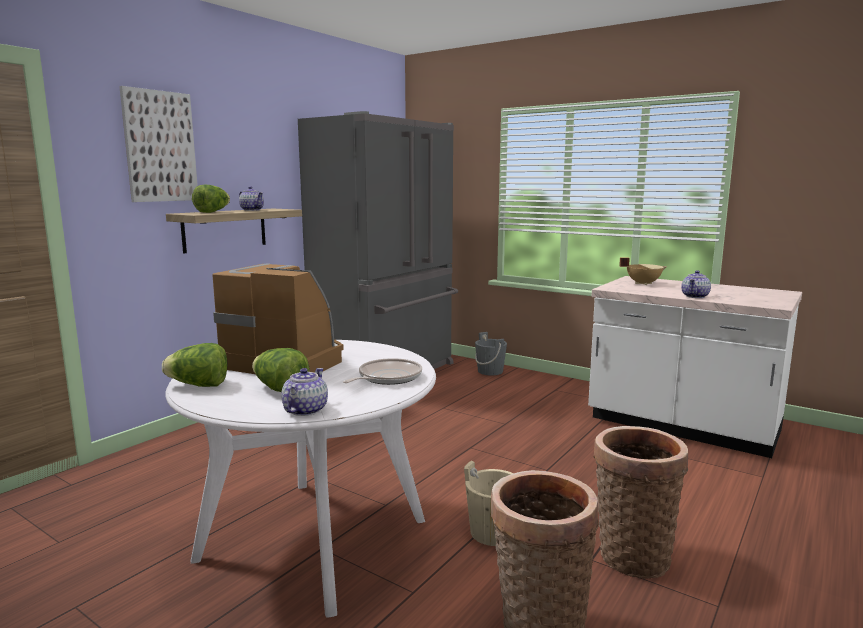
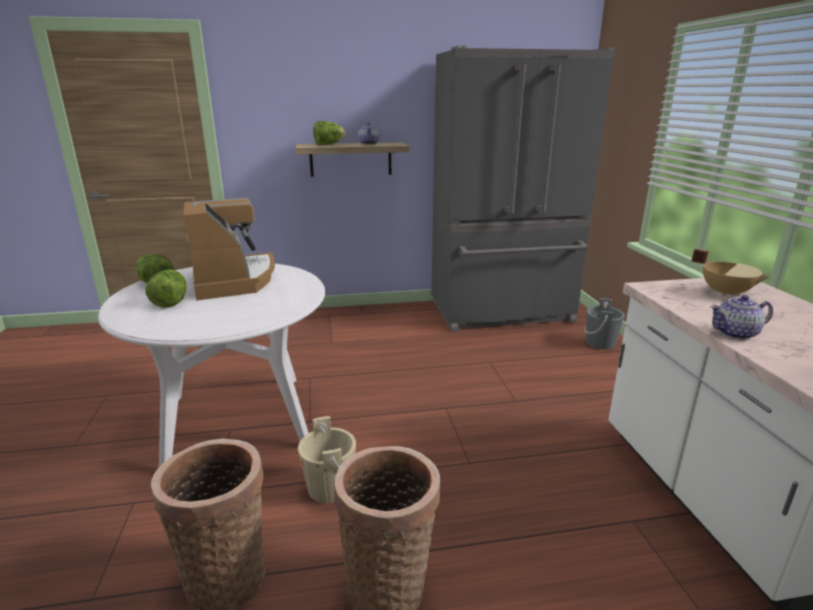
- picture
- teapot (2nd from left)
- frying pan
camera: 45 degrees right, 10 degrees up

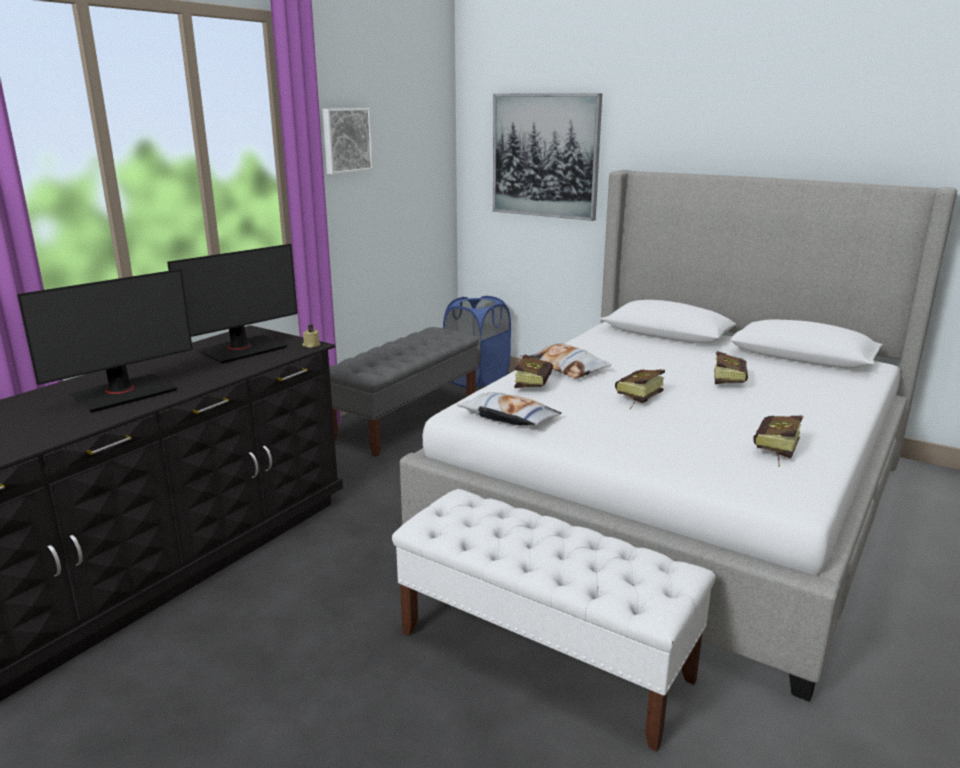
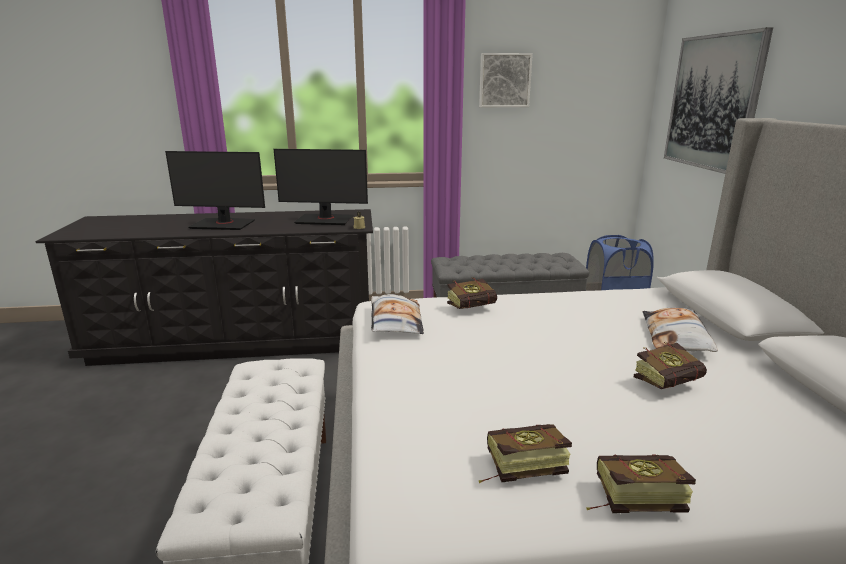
~ pillow (2nd from left)
~ book (2nd from left in the first image) to book (3rd from left)
camera: 50 degrees right, 0 degrees up

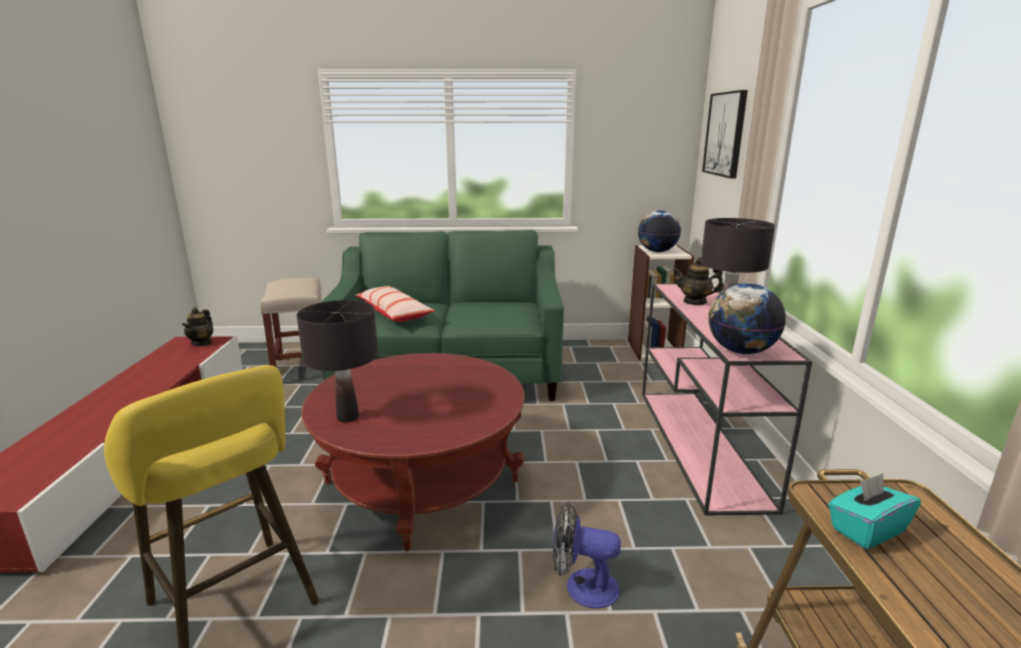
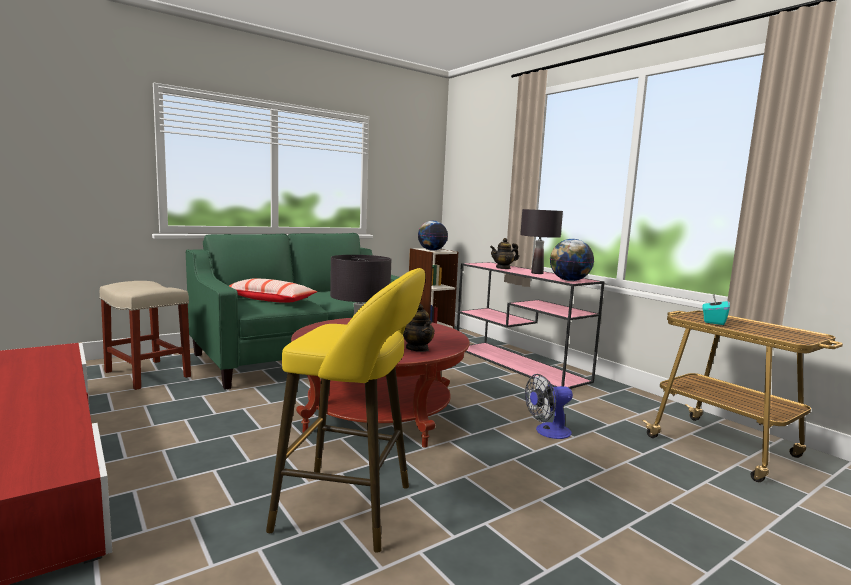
- picture
~ teapot (1st from left)
camera: 35 degrees left, 10 degrees down

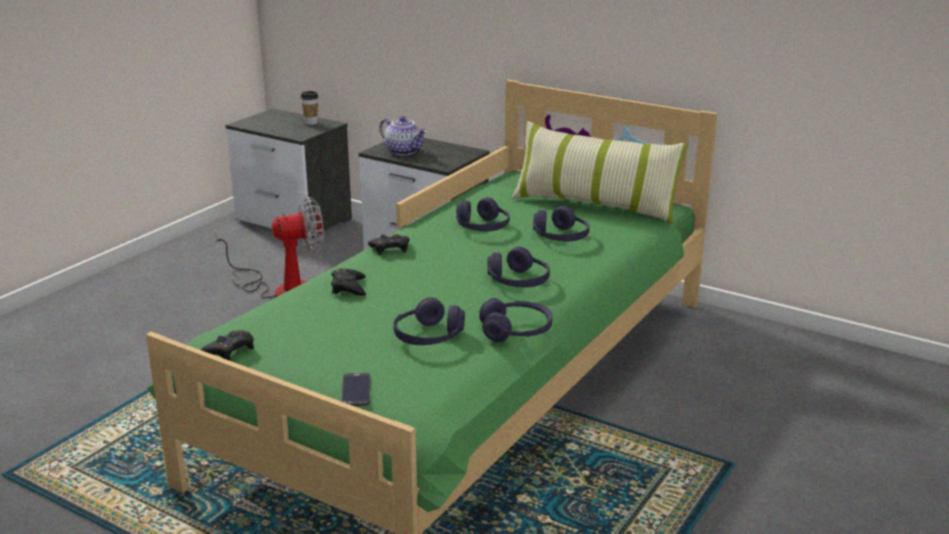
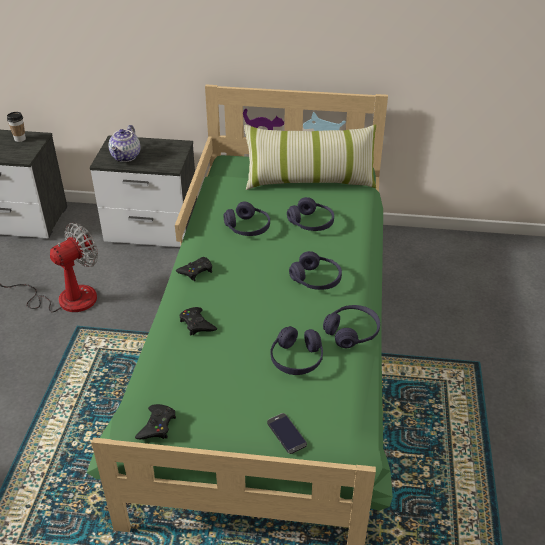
~ teapot 90 degrees clockwise
camera: 25 degrees left, 15 degrees up

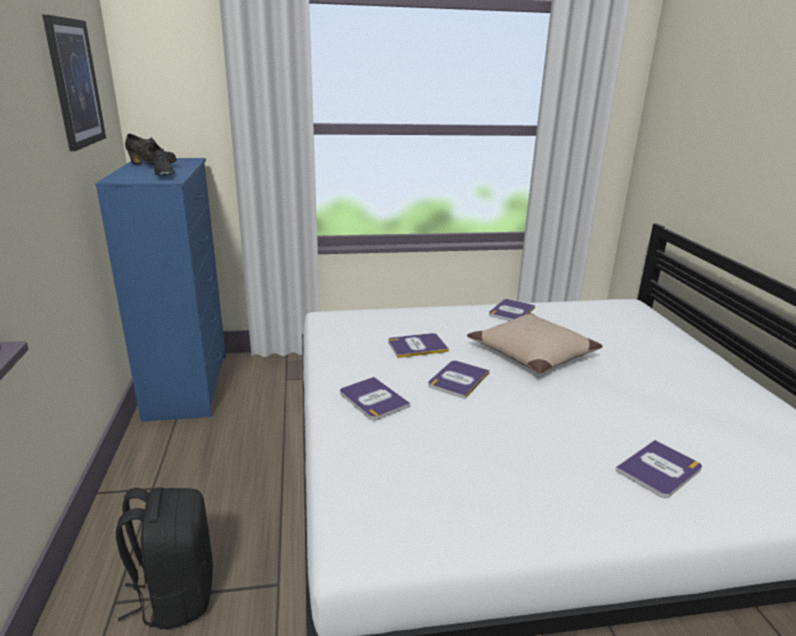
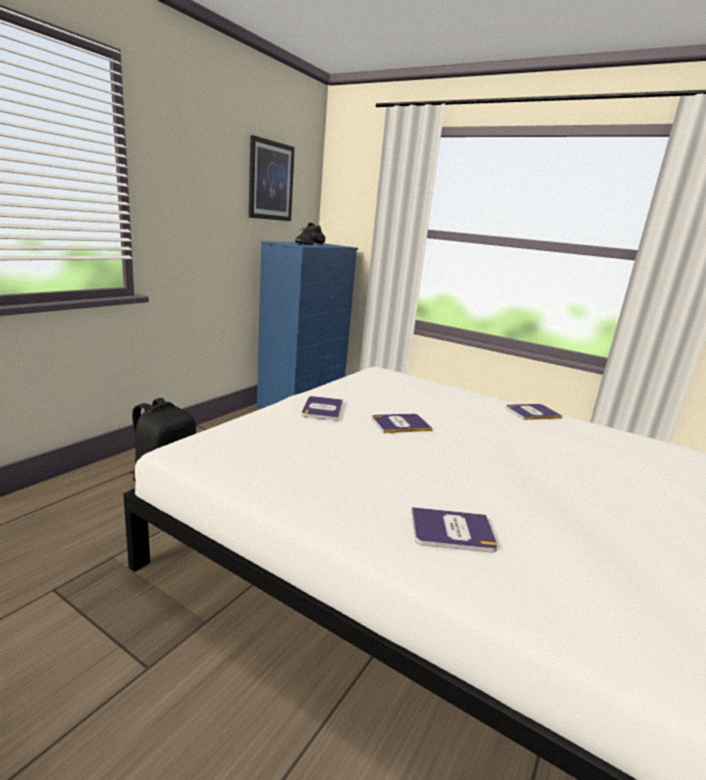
- book (2nd from left)
- beige pillow
camera: 40 degrees right, 5 degrees down

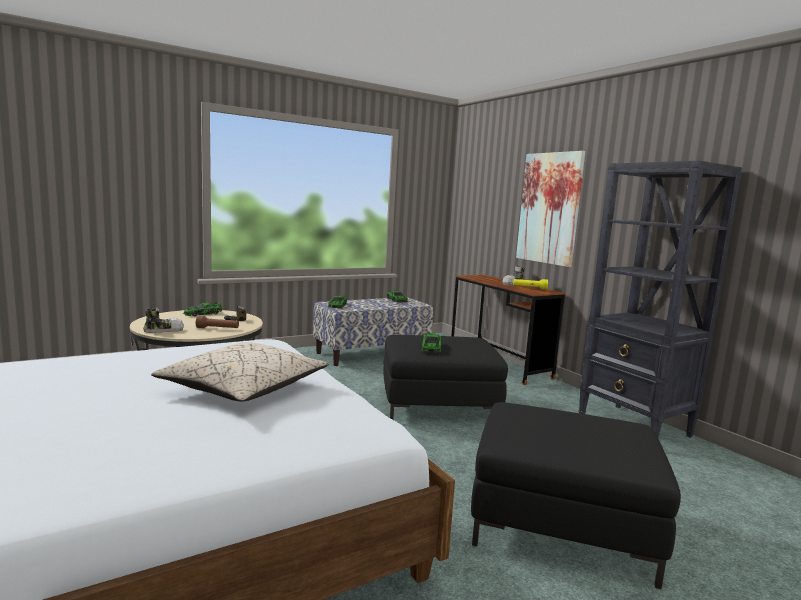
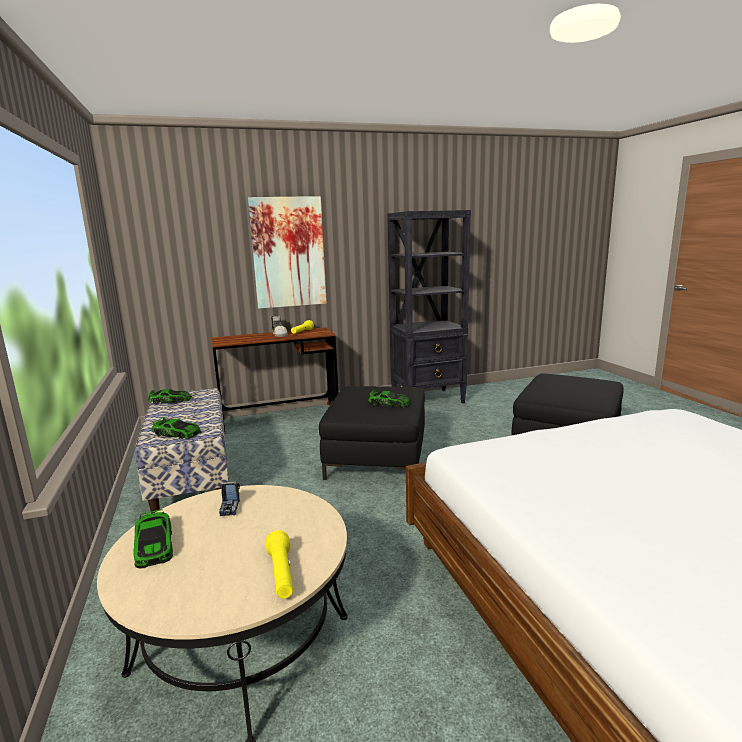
- beige pillow
- brown flashlight
~ shoe (1st from left) to yellow flashlight (1st from left)
camera: 75 degrees left, 5 degrees up

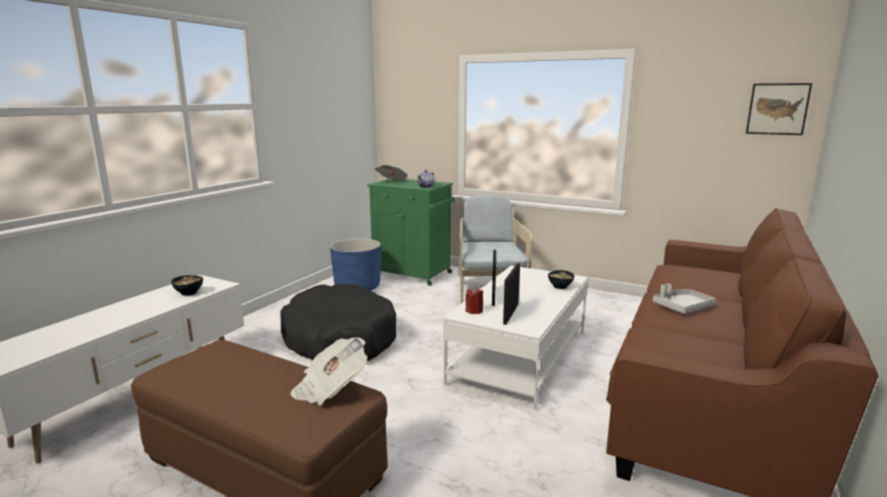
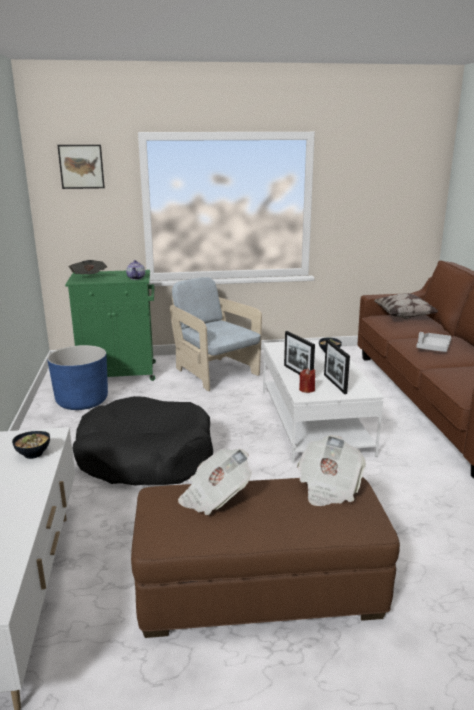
+ newspaper (2nd from left)
+ pillow
~ picture
camera: 35 degrees left, 5 degrees up

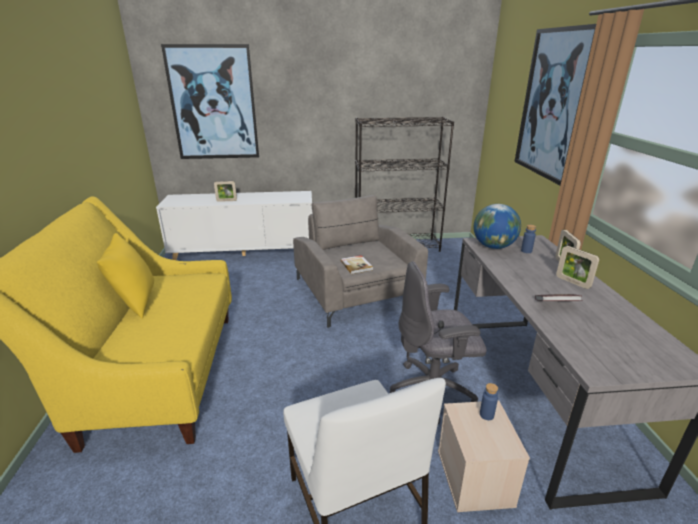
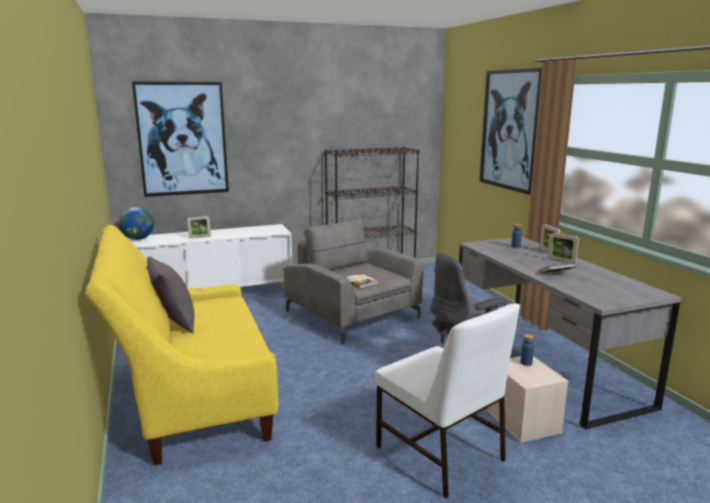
~ globe
~ yellow pillow to grey pillow
camera: 15 degrees left, 10 degrees down

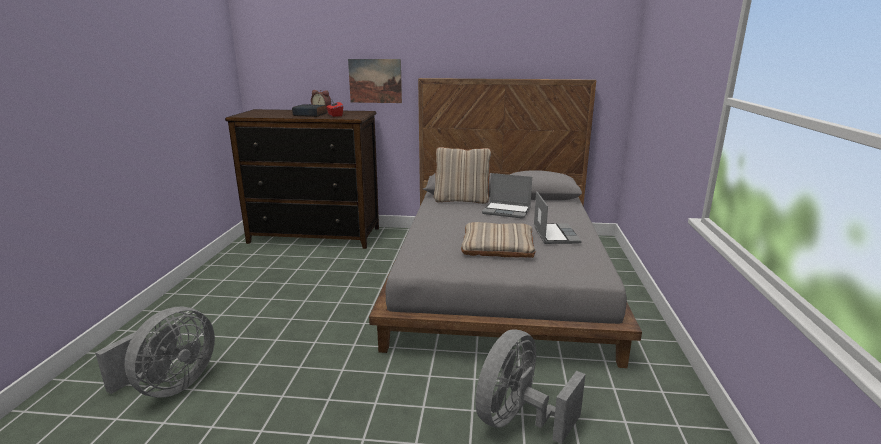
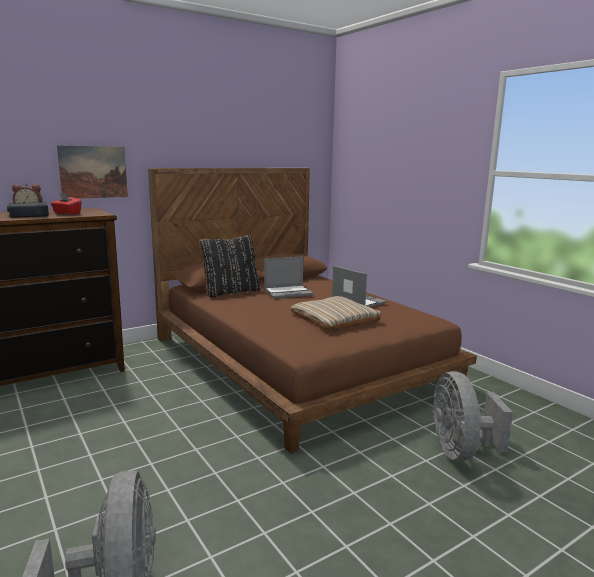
~ grey bed to brown bed
~ beige pillow (1st from left) to black pillow
camera: 40 degrees left, 5 degrees down

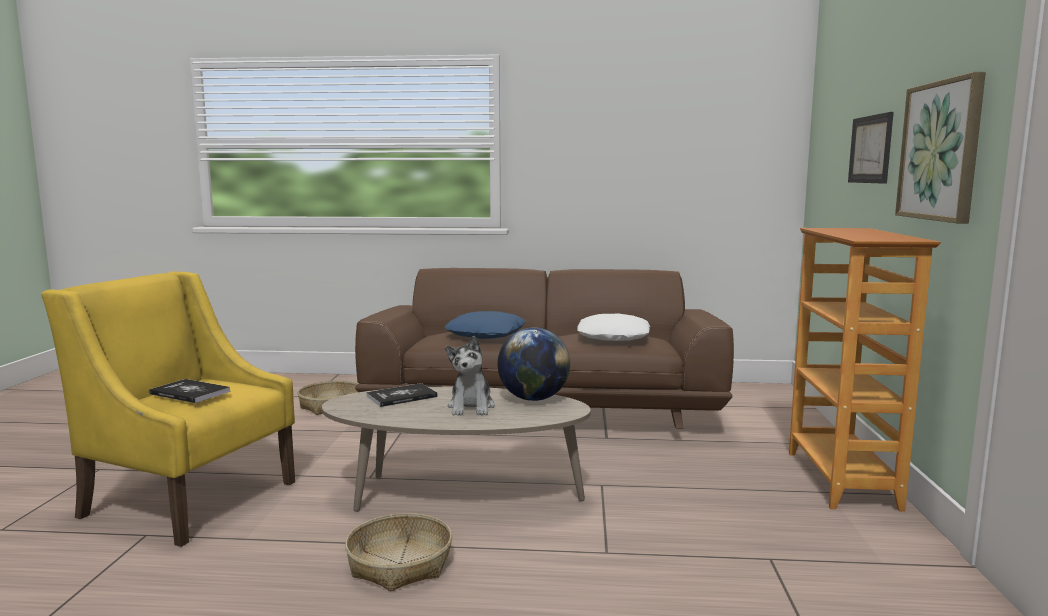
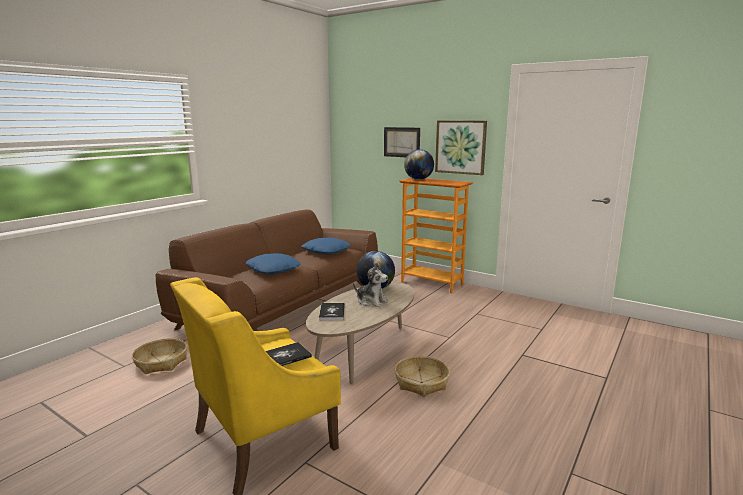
+ globe (2nd from left)
~ white pillow to blue pillow (2nd from left)
camera: 60 degrees left, 5 degrees up

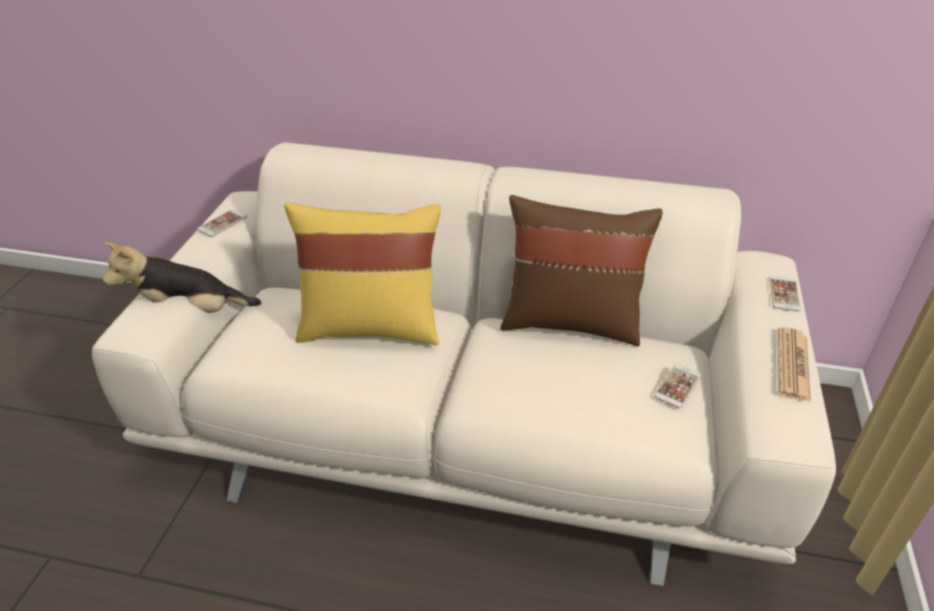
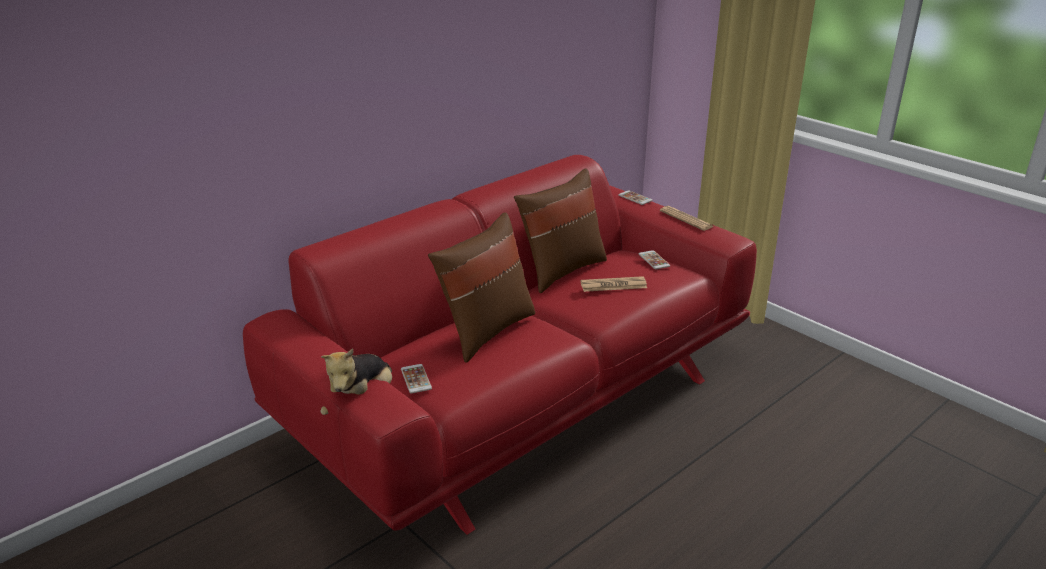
+ newspaper (1st from left)
~ phone (1st from left)
~ beige sofa to red sofa
~ yellow pillow to brown pillow (1st from left)
camera: 55 degrees left, 10 degrees down

